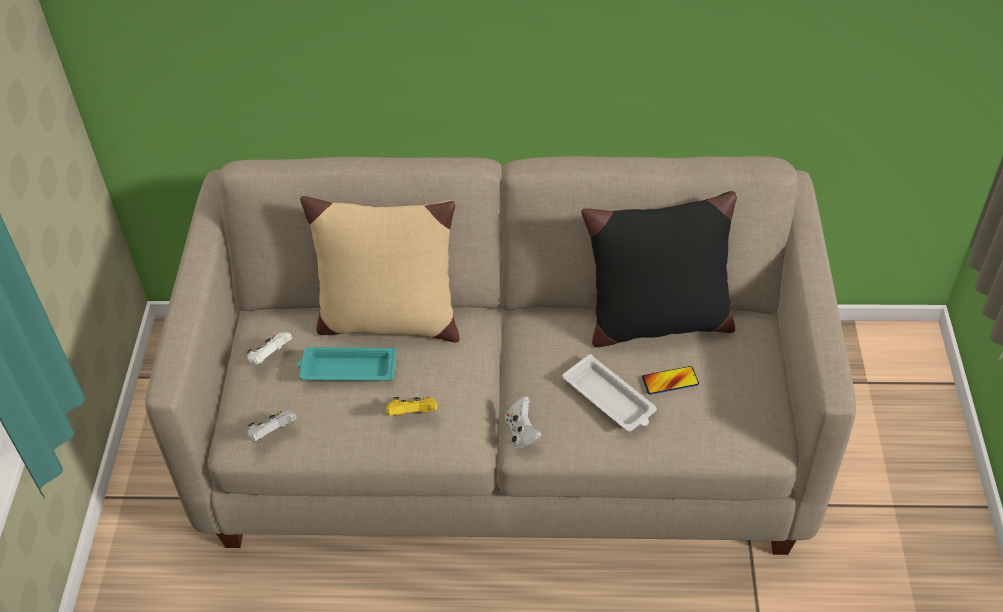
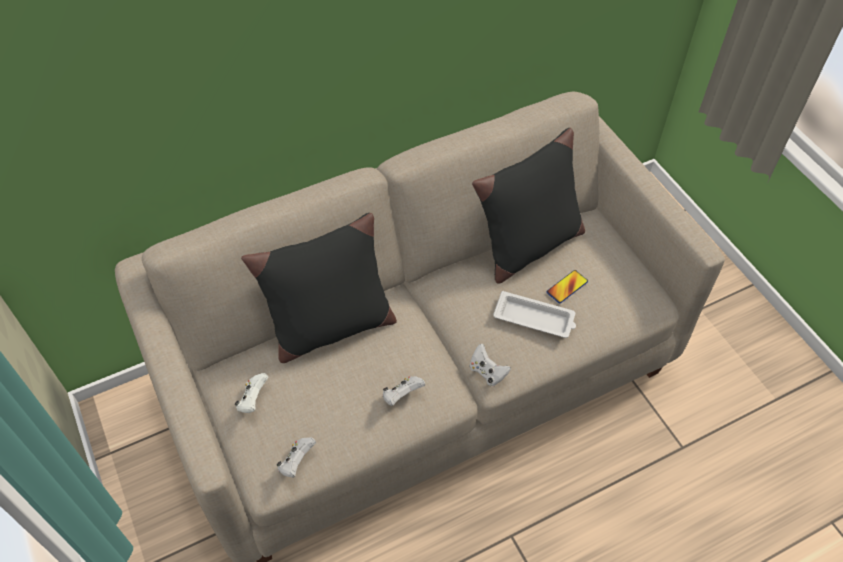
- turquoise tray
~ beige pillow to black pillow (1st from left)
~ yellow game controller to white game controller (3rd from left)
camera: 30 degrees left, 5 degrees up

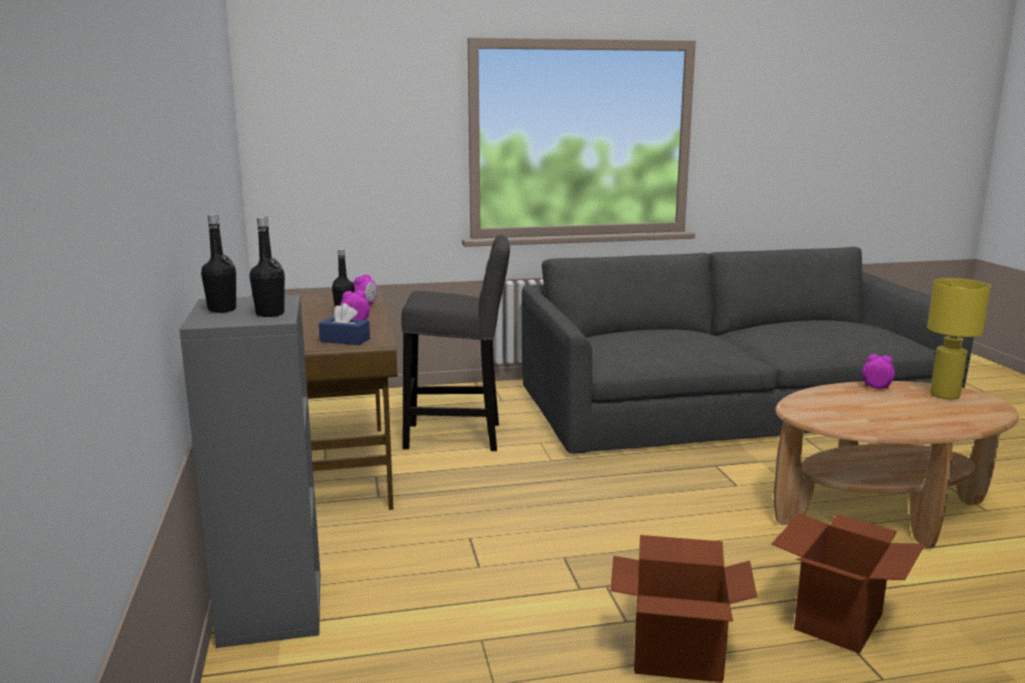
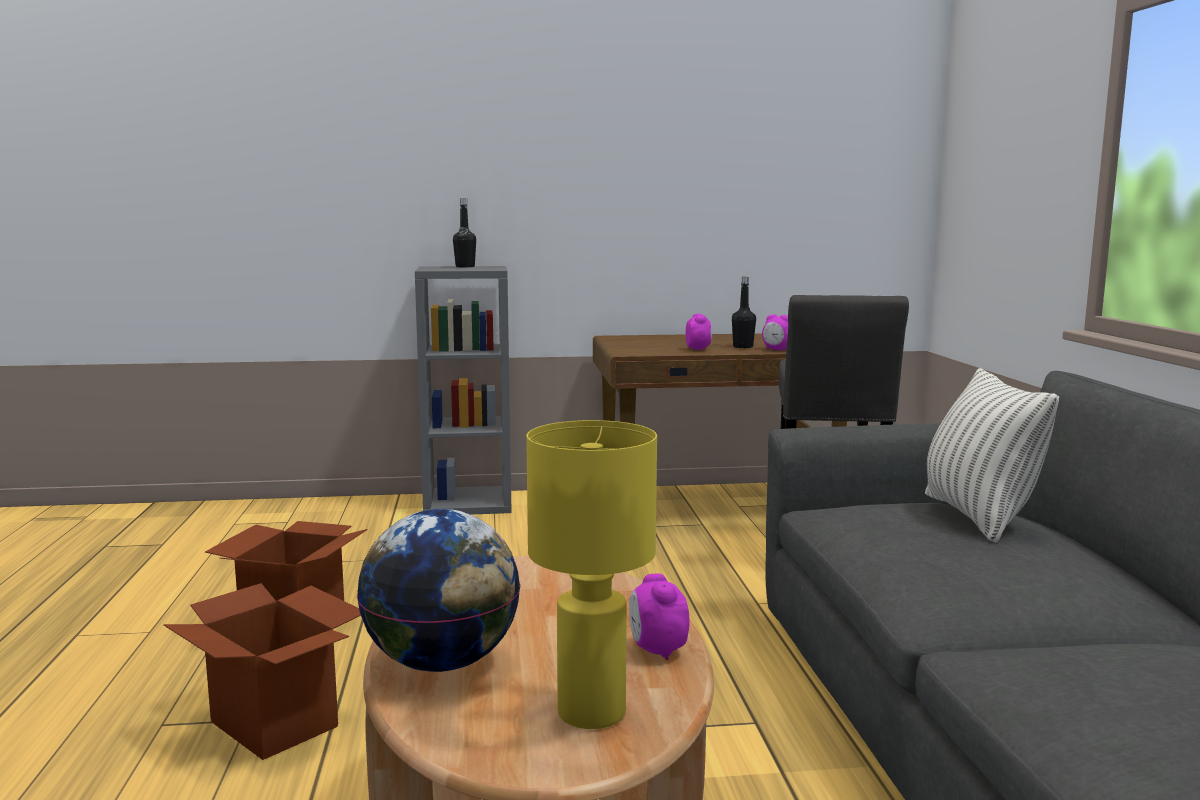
- black bottle (2nd from left)
- blue tissue box
+ globe
+ pillow
~ alarm clock (3rd from left in the first image) 135 degrees clockwise
camera: 95 degrees right, 5 degrees down

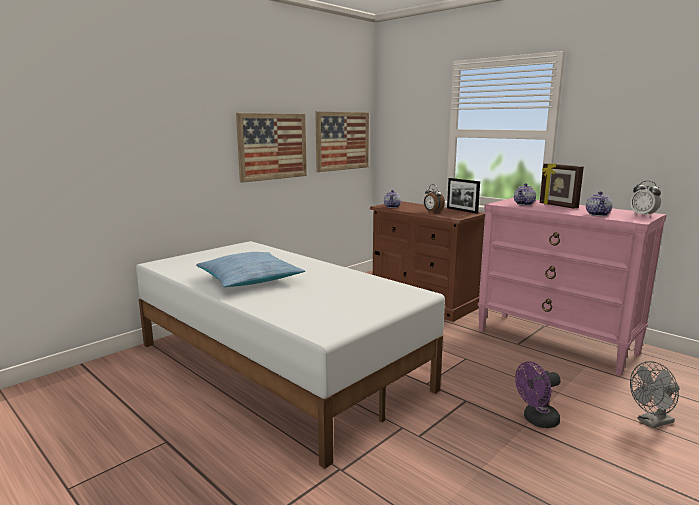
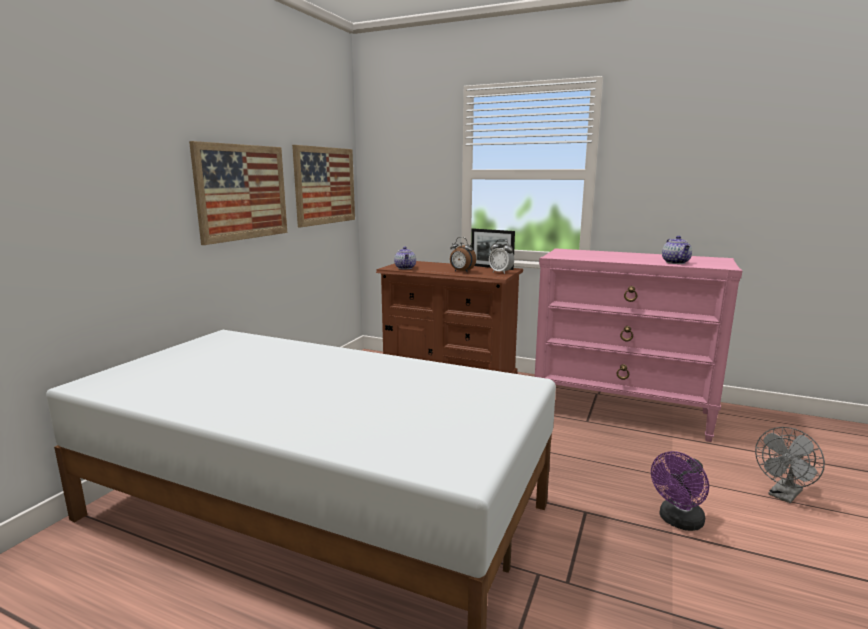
- pillow
- teapot (2nd from left)
- picture frame (2nd from left)
~ alarm clock (2nd from left)
camera: 20 degrees left, 0 degrees up

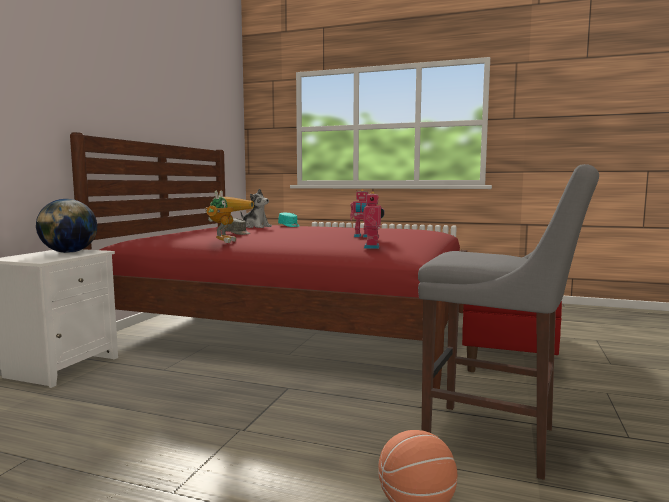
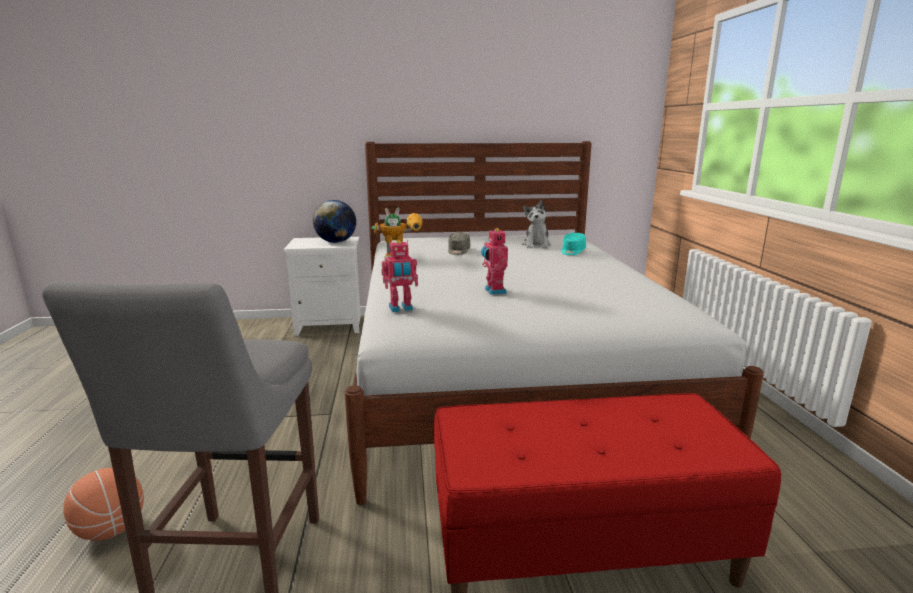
~ red bed to white bed
camera: 65 degrees right, 10 degrees up

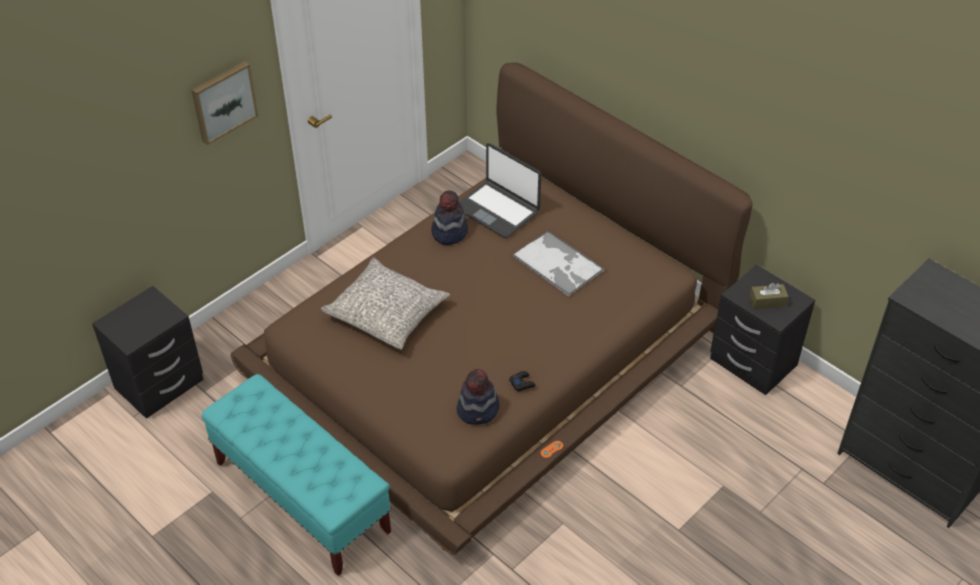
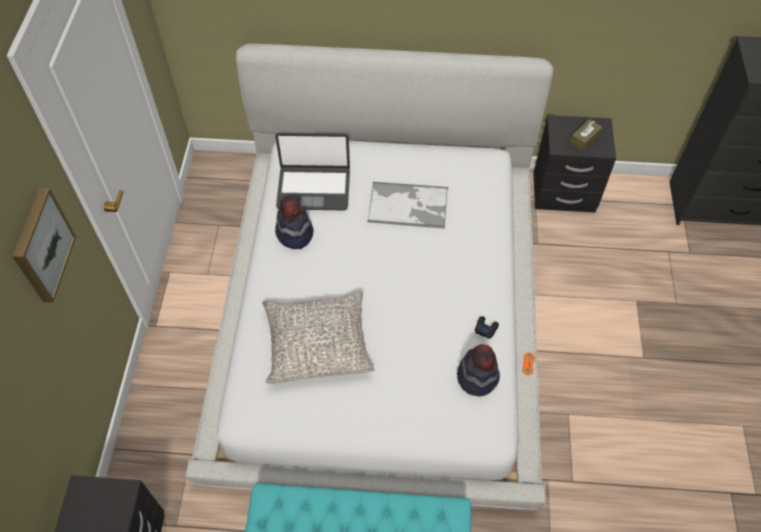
~ brown bed to white bed
camera: 40 degrees left, 10 degrees up

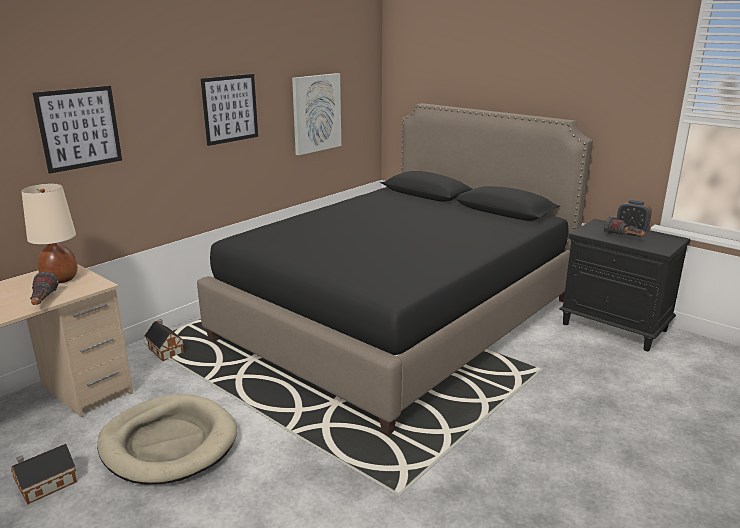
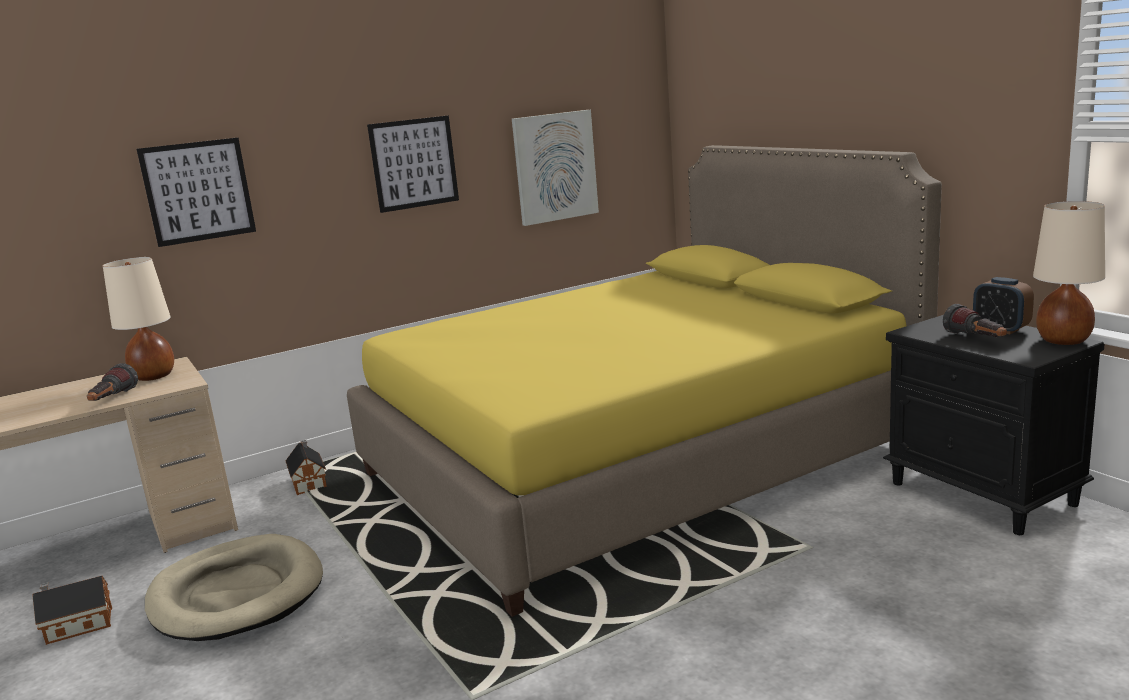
+ beige table lamp (2nd from left)
~ black bed to yellow bed
camera: 20 degrees right, 5 degrees down

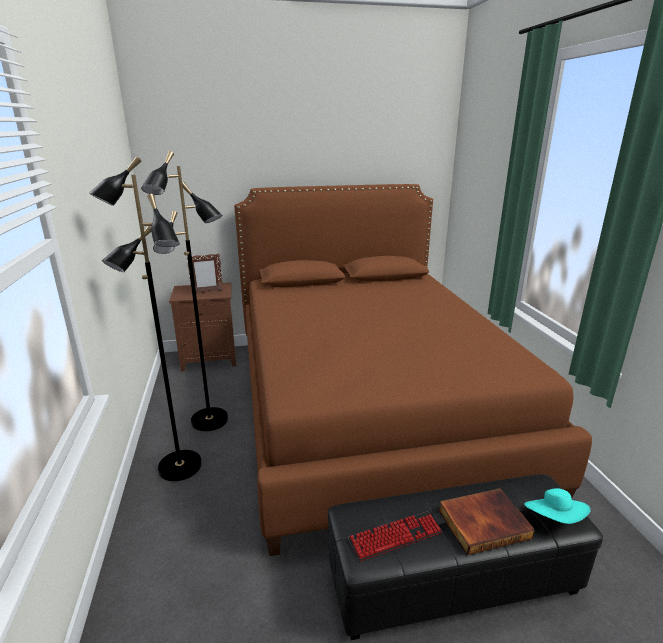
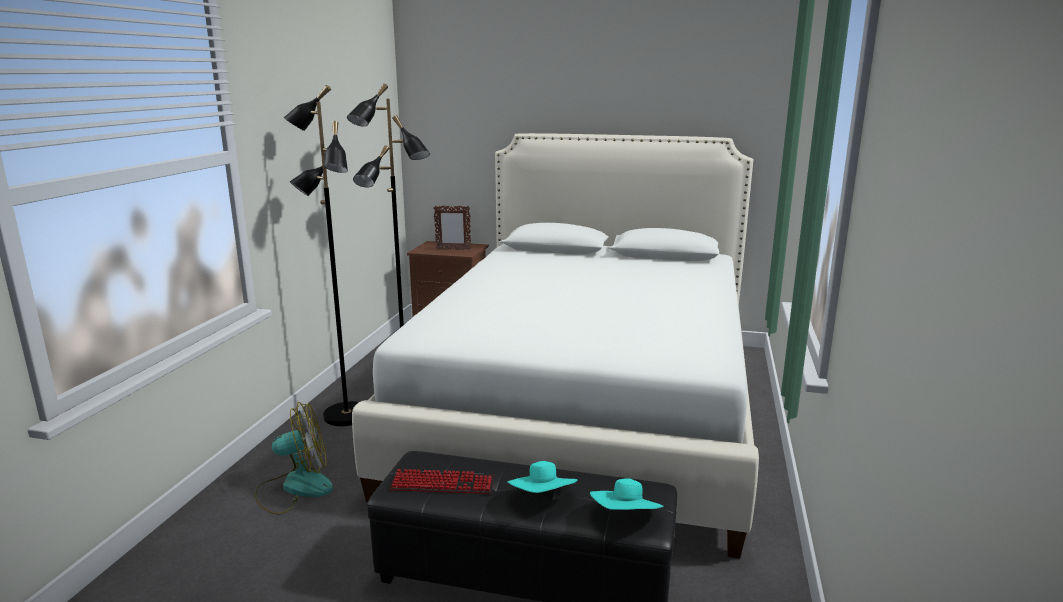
+ fan
~ book to turquoise hat (1st from left)
~ brown bed to white bed
camera: 25 degrees right, 5 degrees down

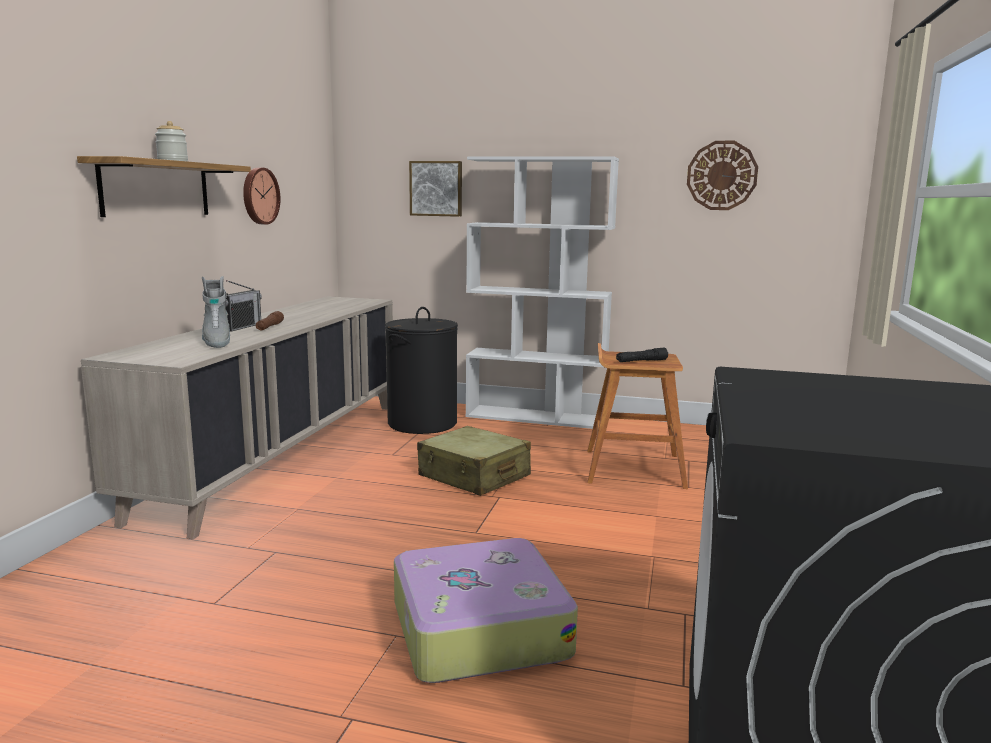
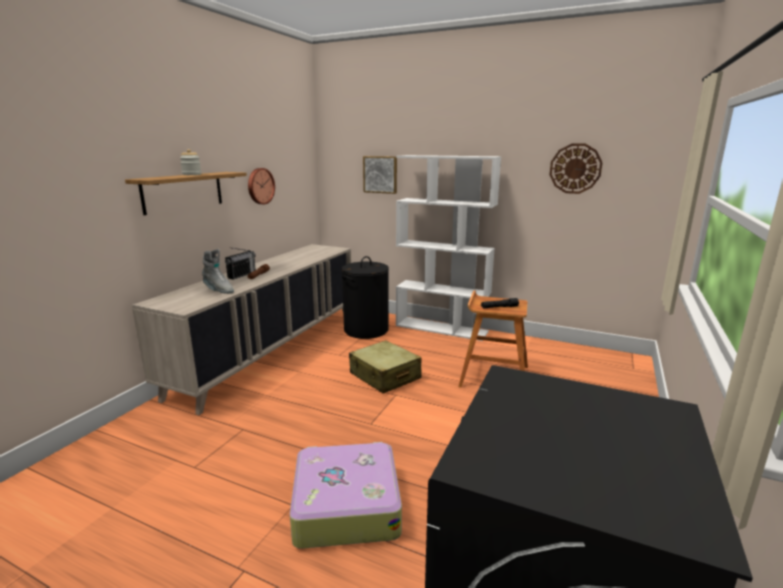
~ grey boot 45 degrees counterclockwise
camera: 10 degrees right, 5 degrees up

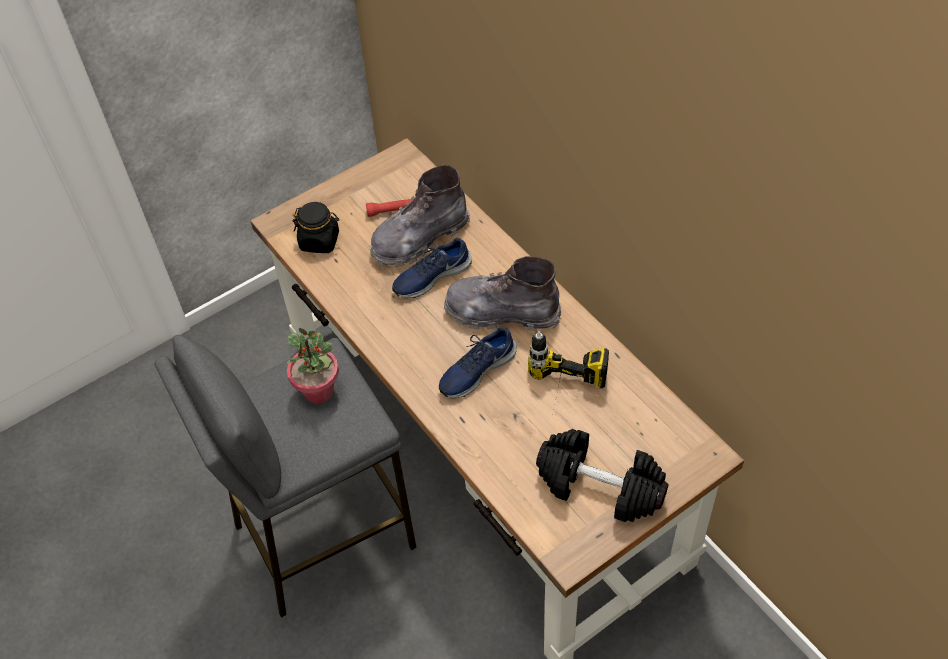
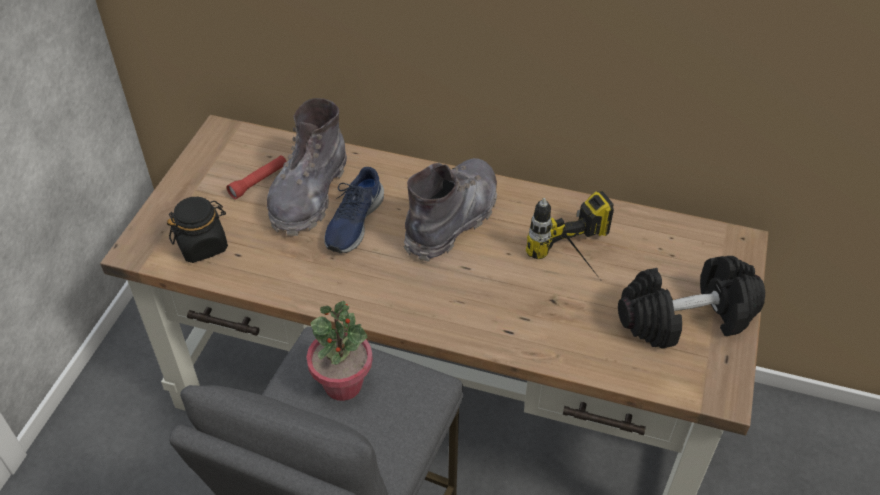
- blue shoe (2nd from left)
~ grey boot (2nd from left) 150 degrees clockwise
camera: 40 degrees left, 5 degrees down

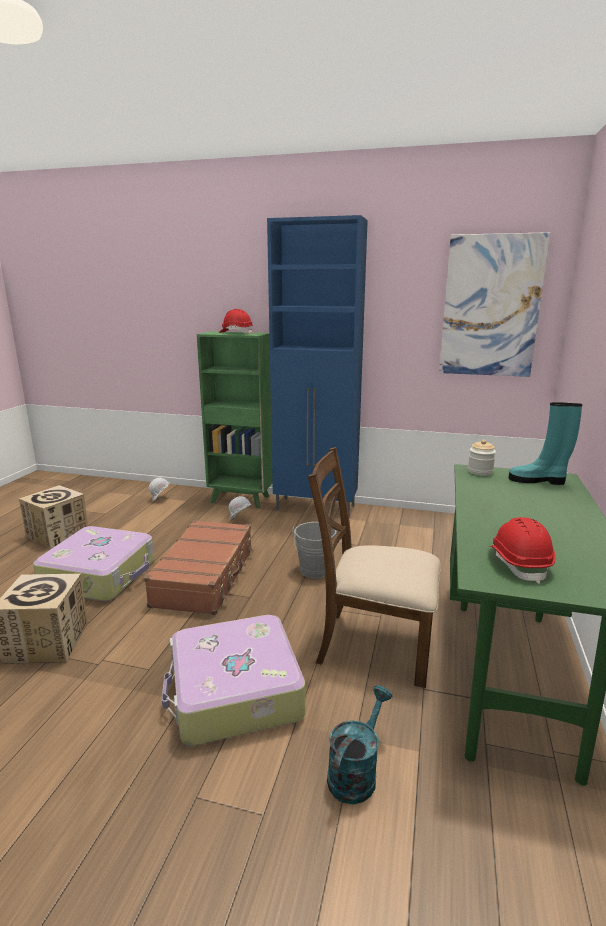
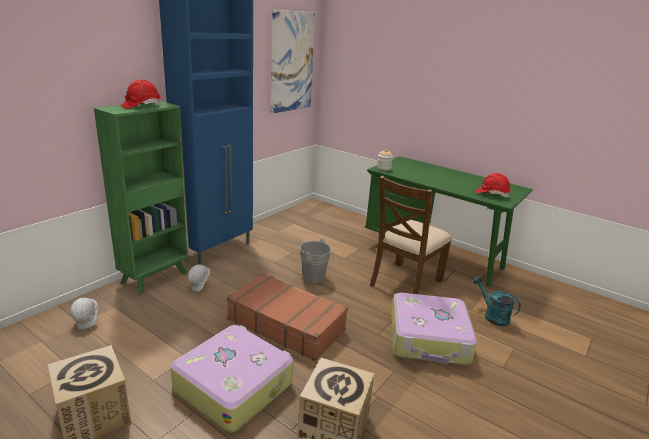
- turquoise boot
camera: 70 degrees left, 5 degrees up

